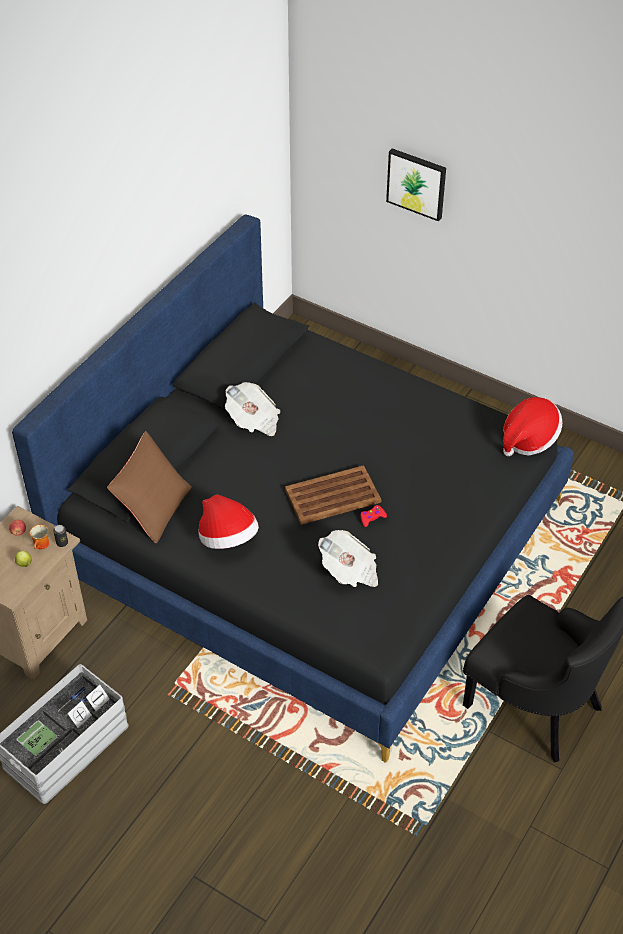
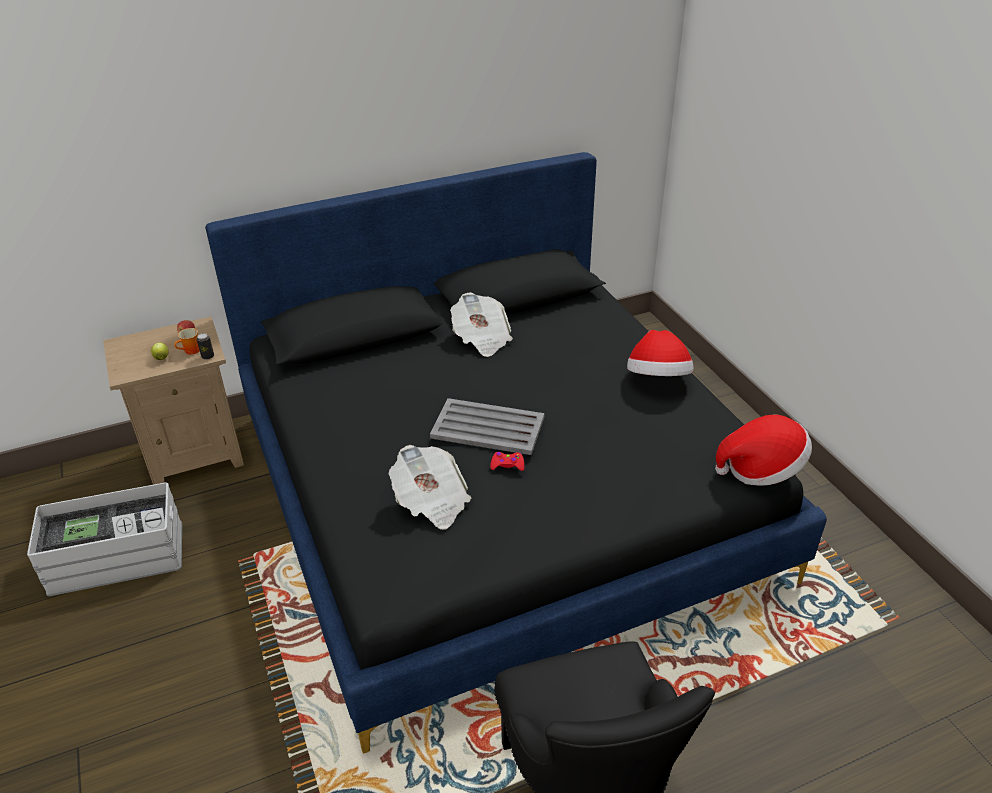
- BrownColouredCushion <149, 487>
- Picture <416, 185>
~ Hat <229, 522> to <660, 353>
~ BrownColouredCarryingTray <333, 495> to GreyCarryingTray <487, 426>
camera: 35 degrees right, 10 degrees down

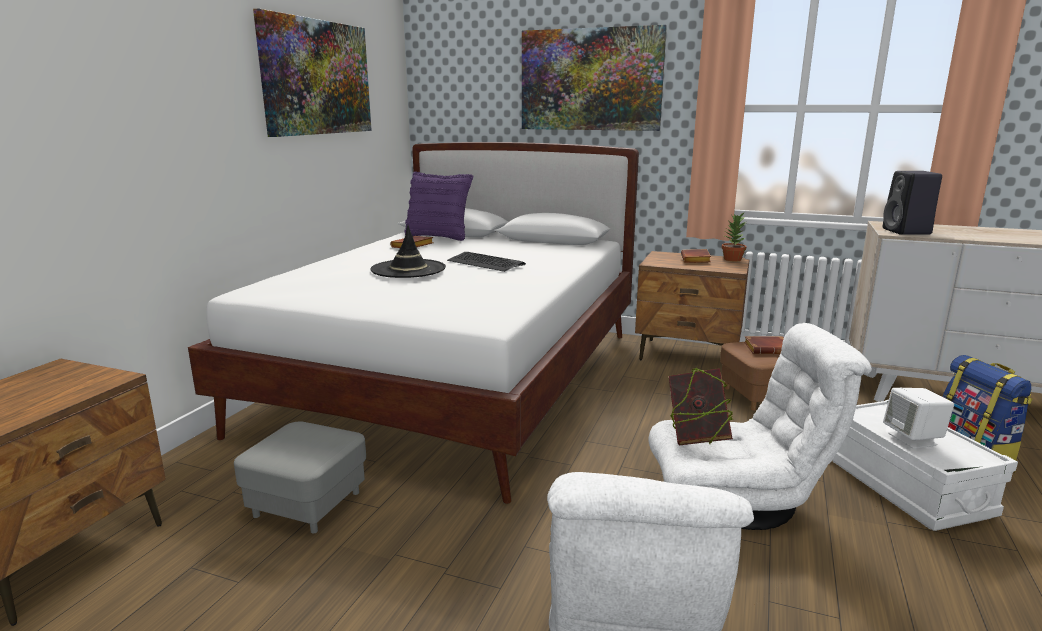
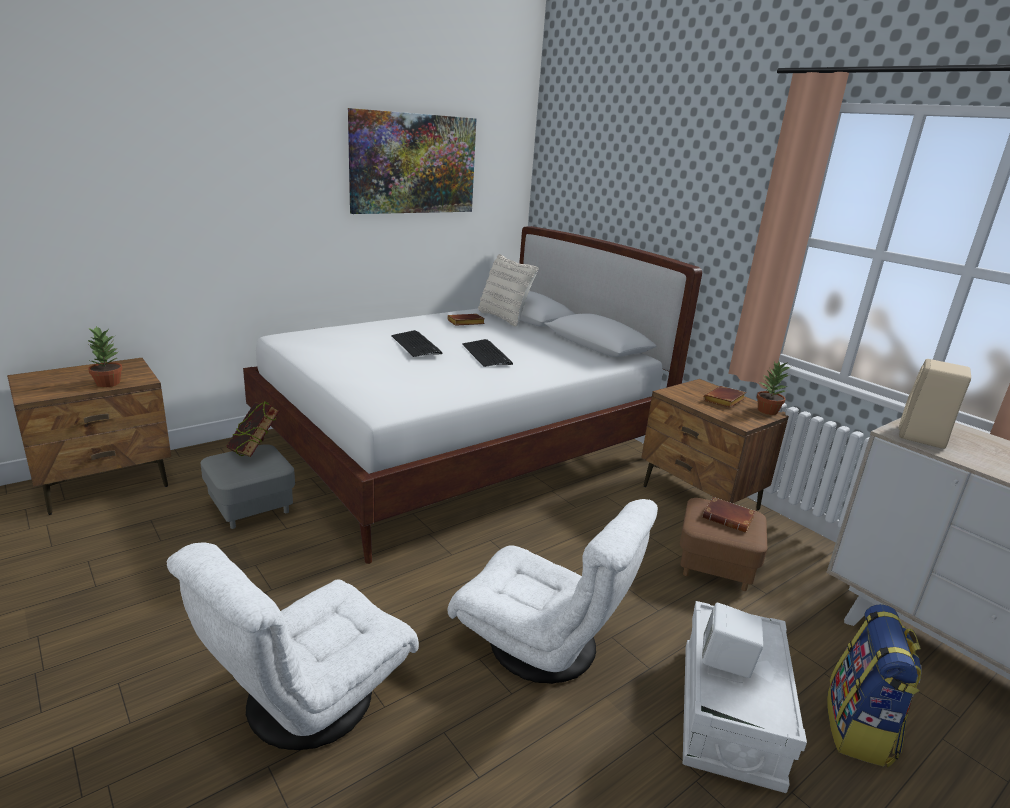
- Picture <594, 78>
+ PottedPlant <105, 356>
~ Book <701, 406> to <253, 429>
~ BlackColouredHat <408, 251> to ComputerKeyboard <417, 343>
~ PurplishCushion <439, 206> to SandColouredCushion <508, 290>
~ BlackColouredSpeaker <912, 203> to SandColouredSpeaker <934, 404>
camera: 30 degrees right, 5 degrees up

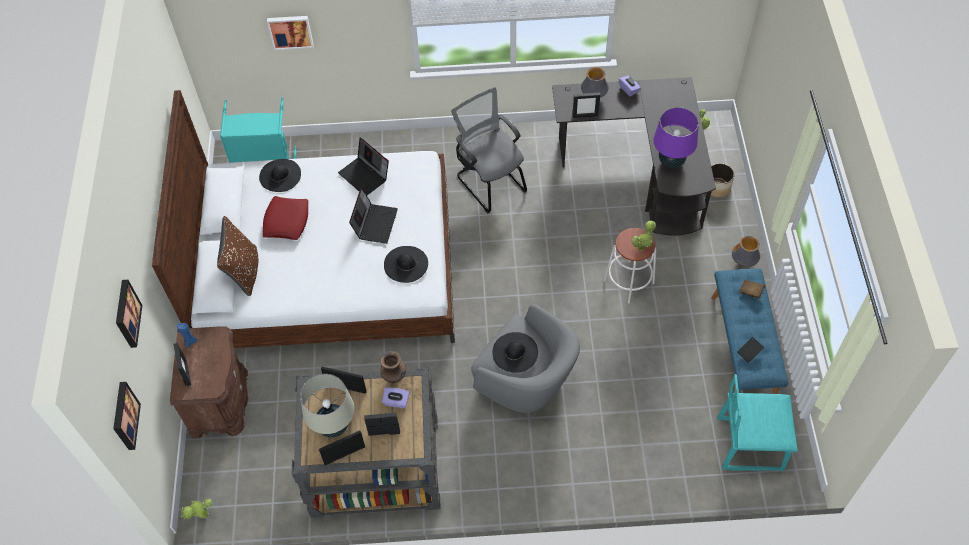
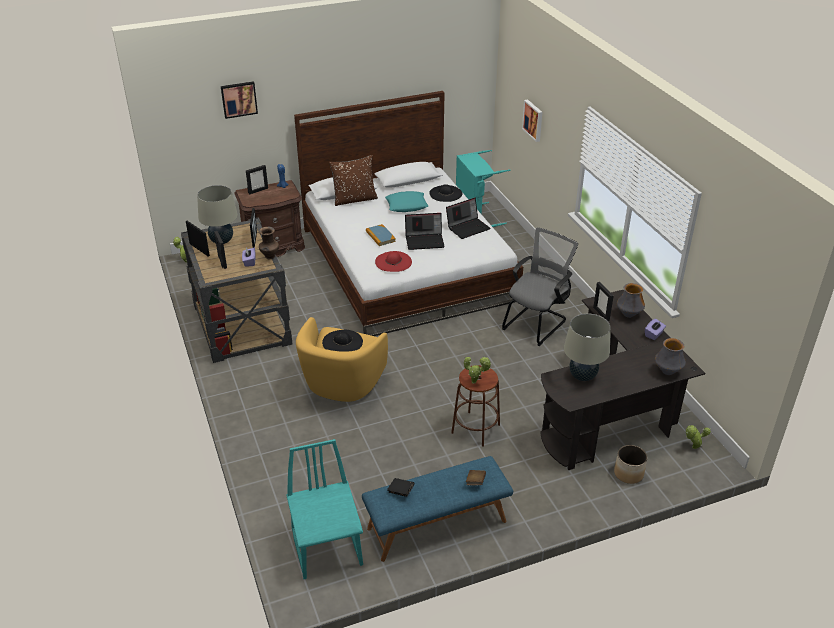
- Picture <127, 416>
+ Book <381, 235>
~ FlowerVase <746, 251> to <670, 356>
~ ReddishCushion <285, 218> to TurquoiseColouredCushion <407, 201>
~ BlackColouredHat <406, 264> to ReddishHat <393, 261>
~ GreyEasyChair <525, 358> to YellowEasyChair <342, 359>
~ WhiteSittingStool <630, 266> to BrownColouredSittingStool <475, 406>
~ PurplishTabletopLamp <676, 138> to SandColouredTabletopLamp <587, 347>
~ NotebookComputer <363, 166> = <468, 218> 150 degrees counterclockwise
camera: 70 degrees right, 20 degrees down

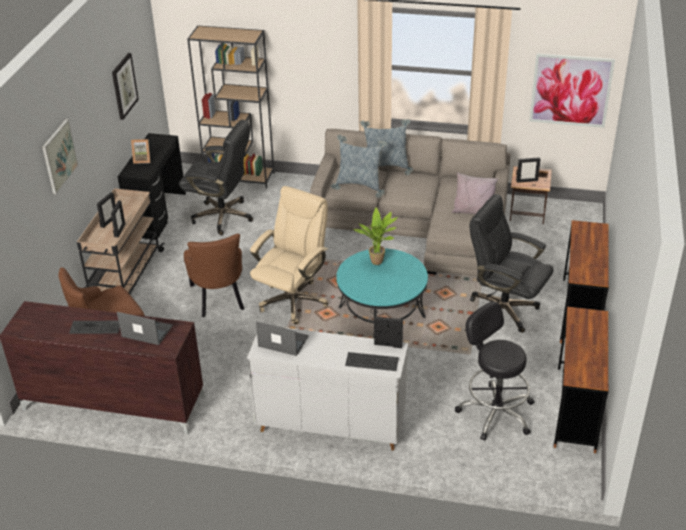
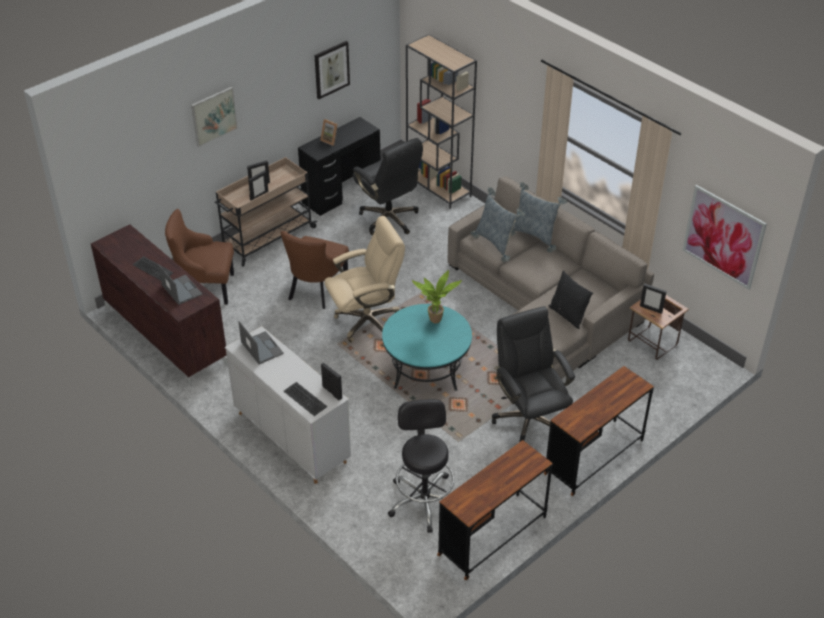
~ PurplishCushion <475, 193> to BlackColouredCushion <571, 299>
camera: 35 degrees right, 5 degrees up

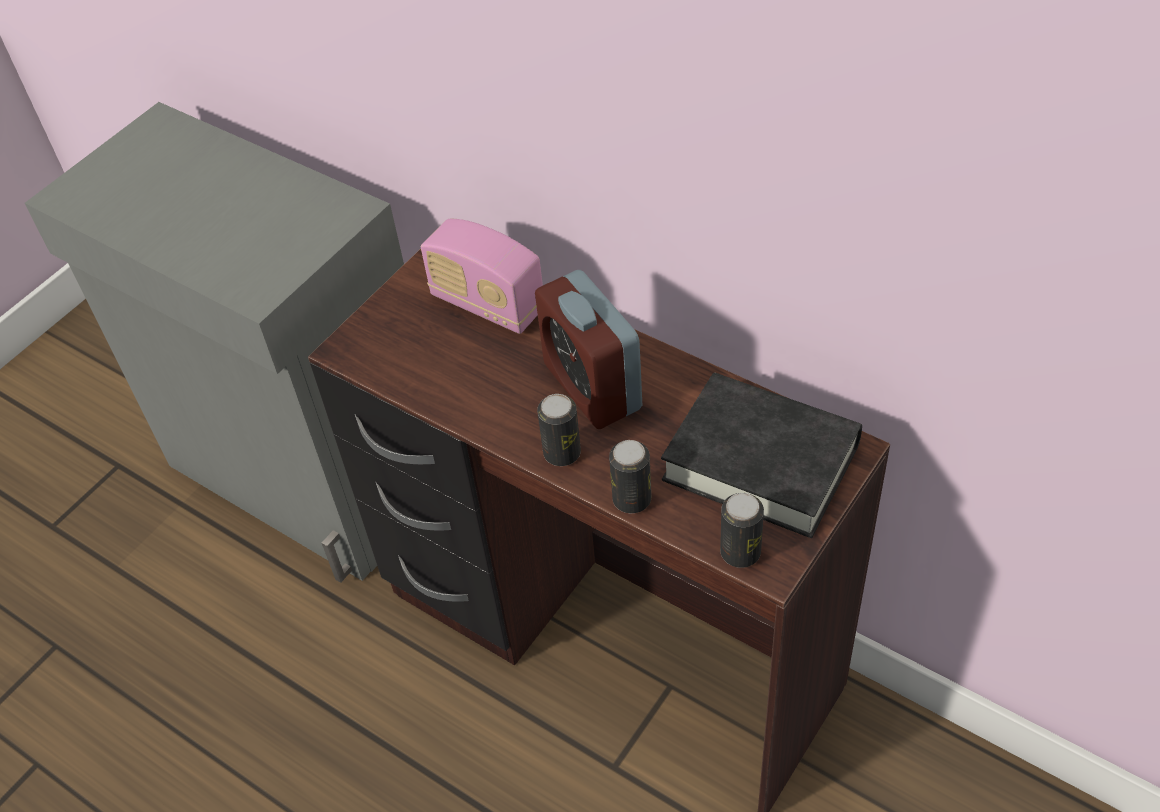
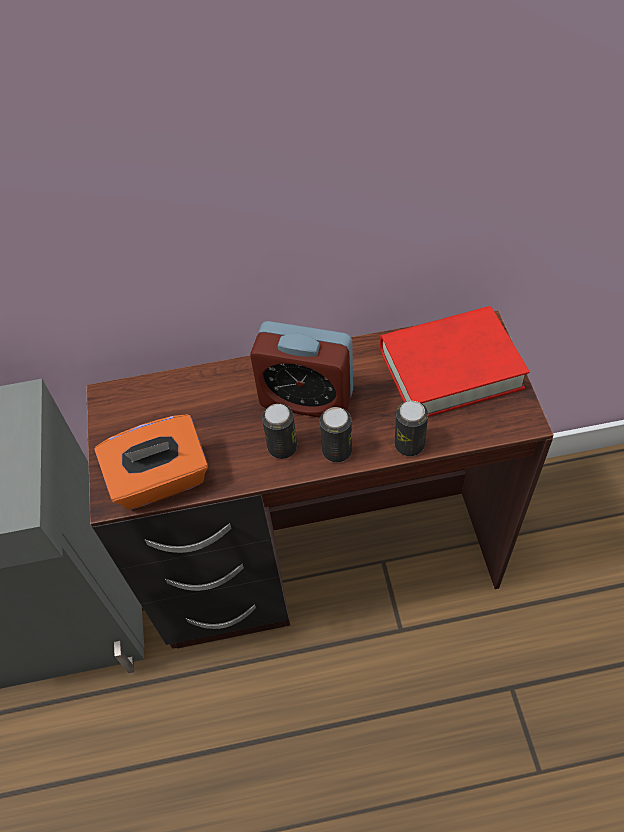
- RadioSet <482, 276>
+ OrangeyBoxOfTissues <151, 462>
~ MetalCan <742, 530> to <279, 431>
~ BlackColouredBook <761, 455> to ReddishBook <455, 361>
camera: 45 degrees left, 5 degrees up

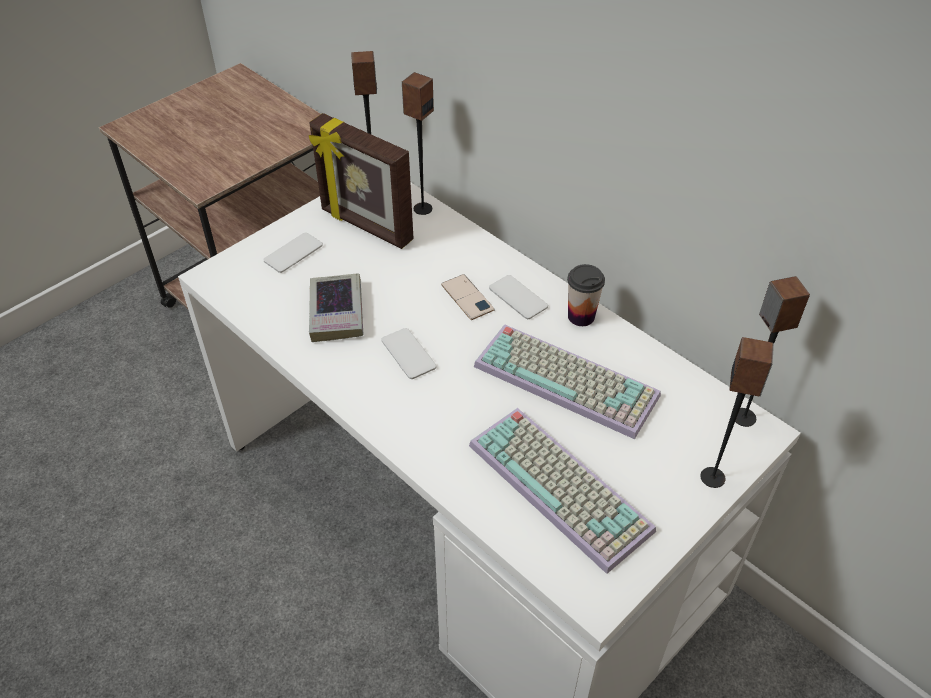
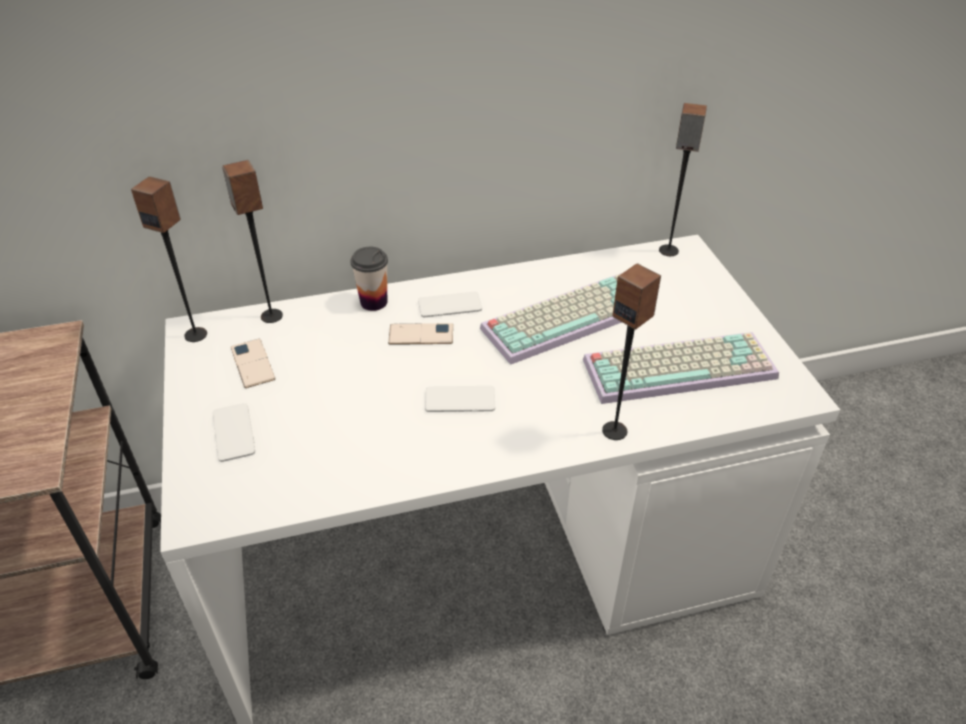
- Book <336, 307>
~ Cup <586, 295> to <369, 279>
~ Speaker <737, 412> to <631, 351>
~ PhotoFrame <361, 181> to Telephone <253, 363>
camera: 60 degrees left, 5 degrees down

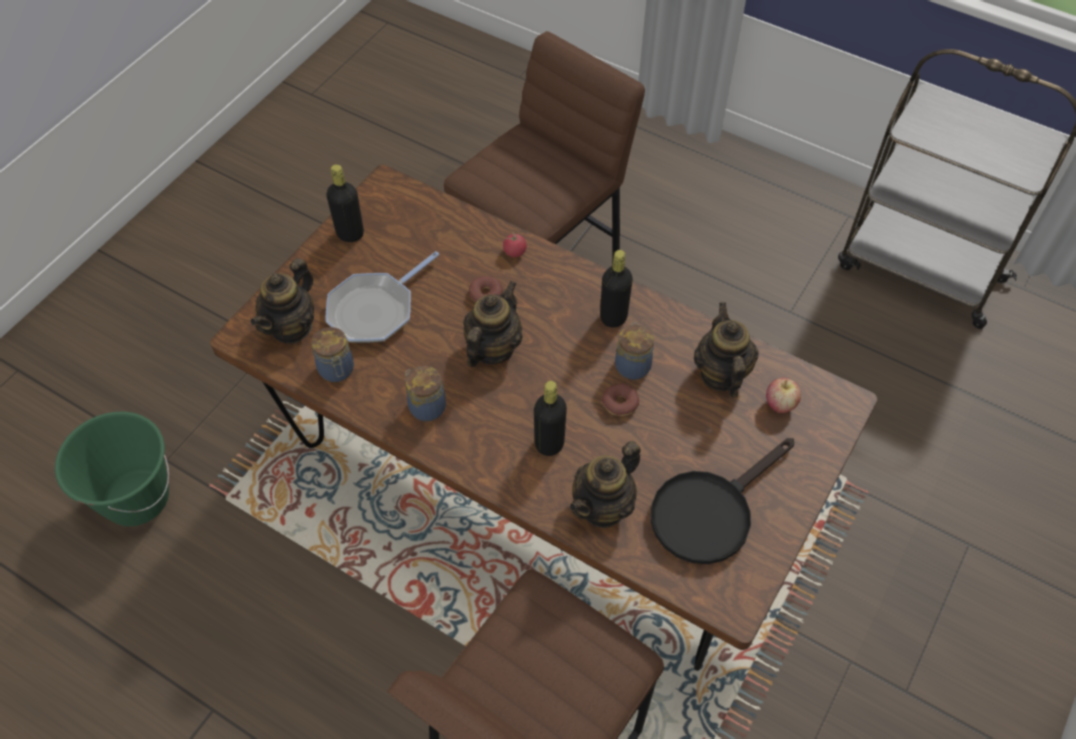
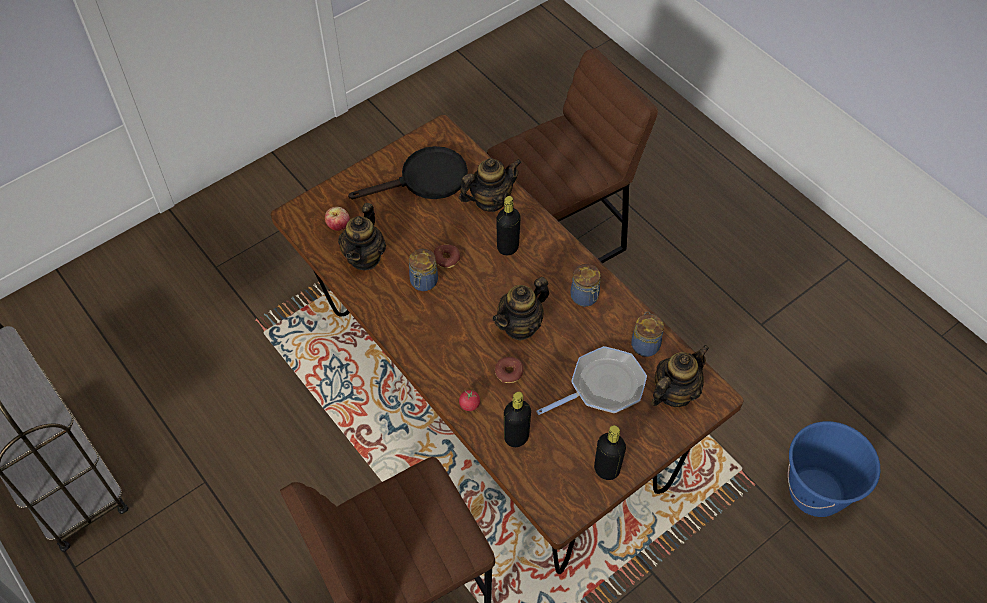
~ BlackColouredBottle <616, 289> to <517, 419>
~ GreenishBucket <112, 469> to BluishBucket <834, 469>
camera: 160 degrees left, 0 degrees up

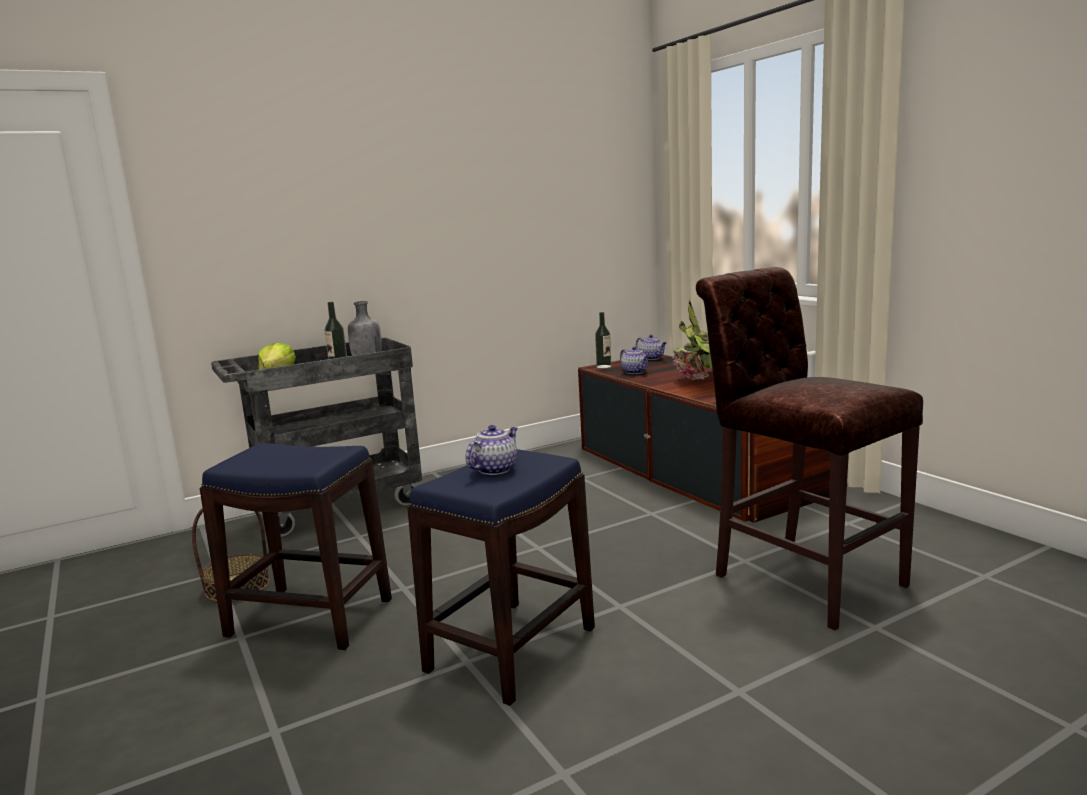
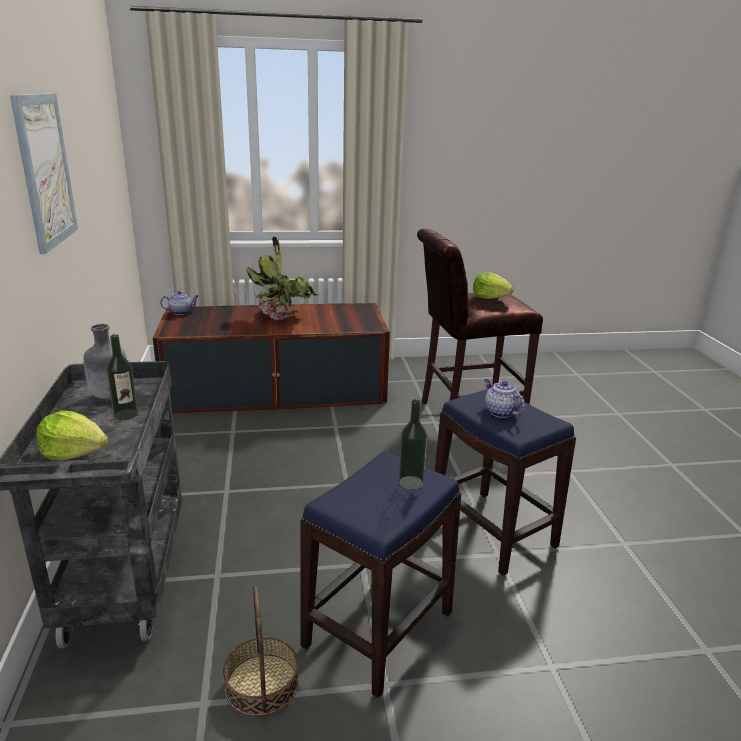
- PotForTea <634, 360>
+ Picture <44, 173>
+ Lettuce <493, 285>
~ Bottle <603, 340> to <413, 444>
camera: 70 degrees left, 10 degrees up

